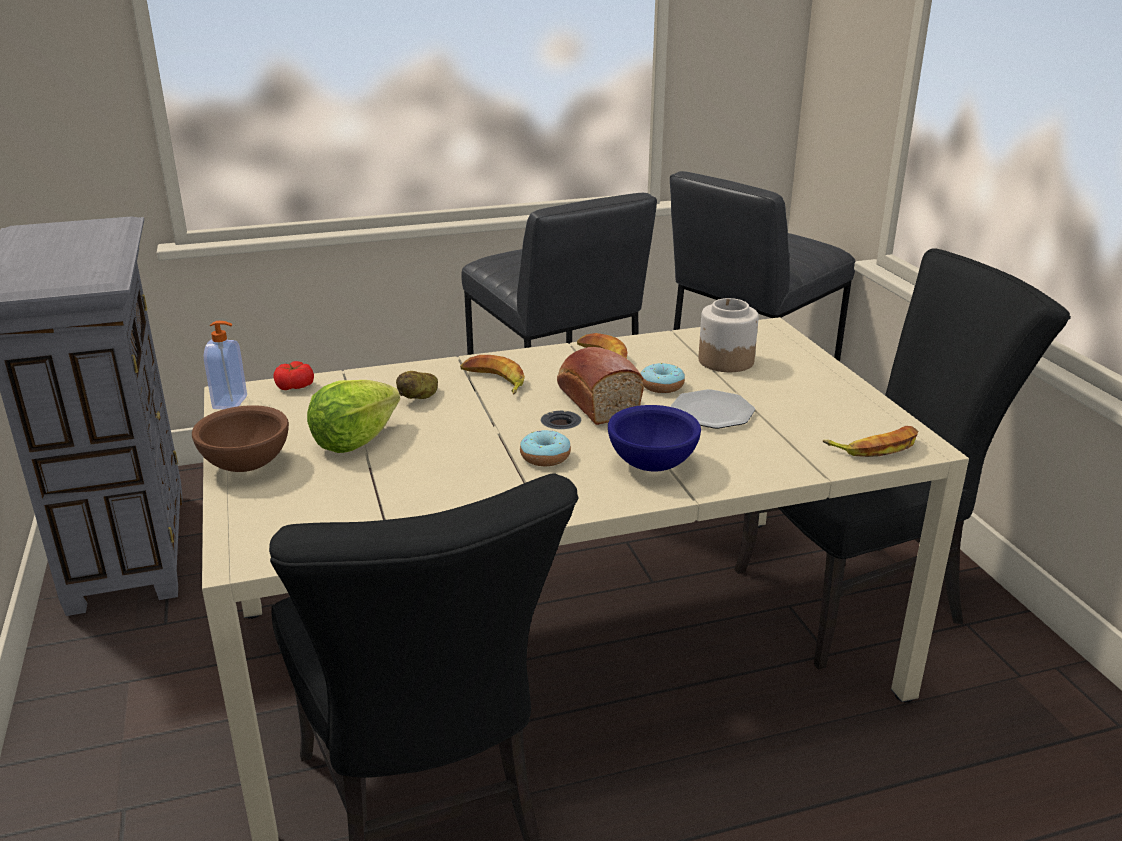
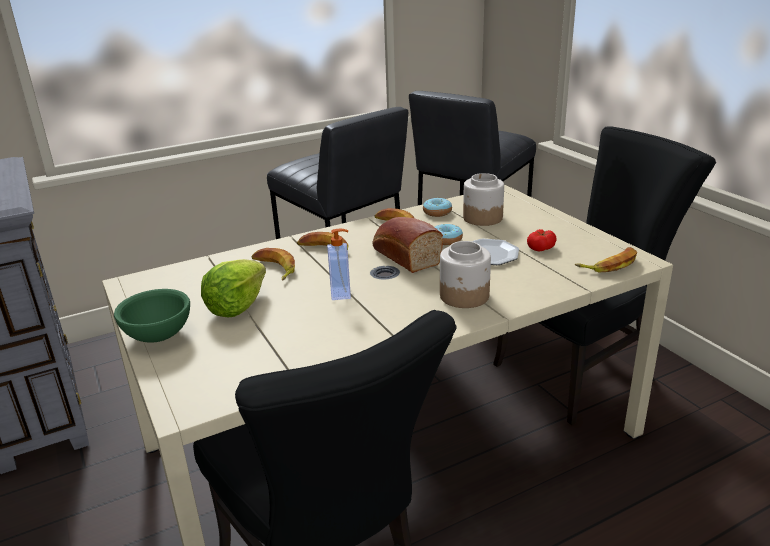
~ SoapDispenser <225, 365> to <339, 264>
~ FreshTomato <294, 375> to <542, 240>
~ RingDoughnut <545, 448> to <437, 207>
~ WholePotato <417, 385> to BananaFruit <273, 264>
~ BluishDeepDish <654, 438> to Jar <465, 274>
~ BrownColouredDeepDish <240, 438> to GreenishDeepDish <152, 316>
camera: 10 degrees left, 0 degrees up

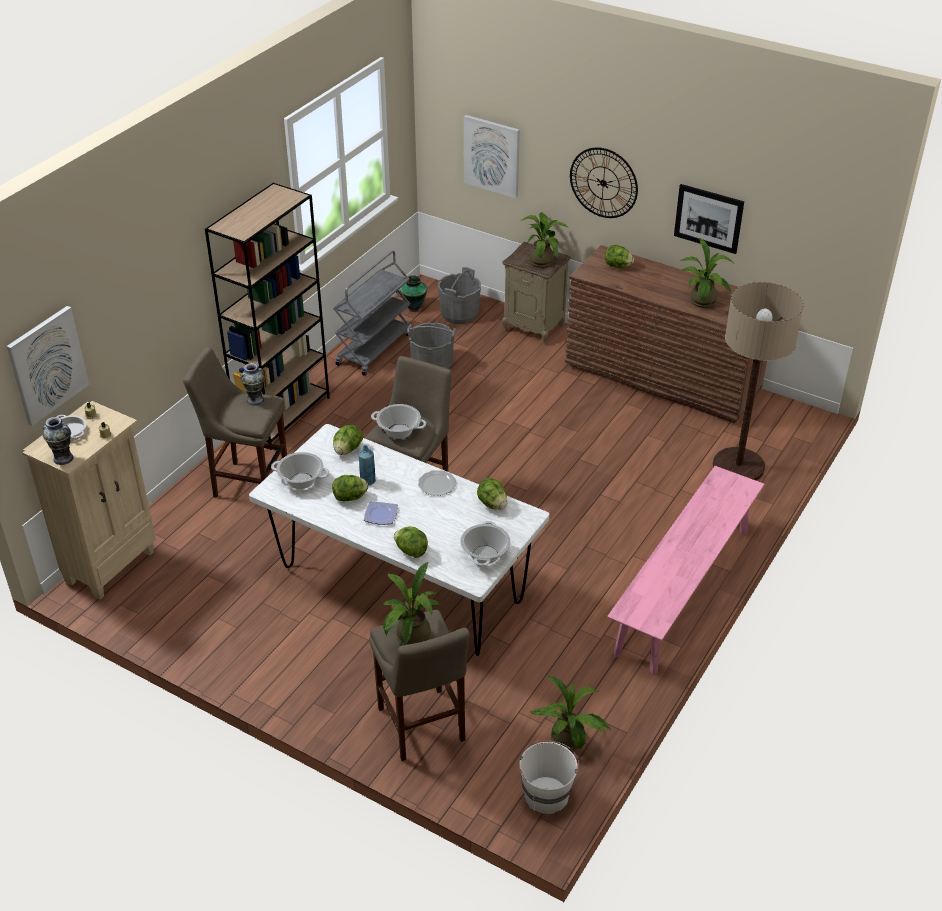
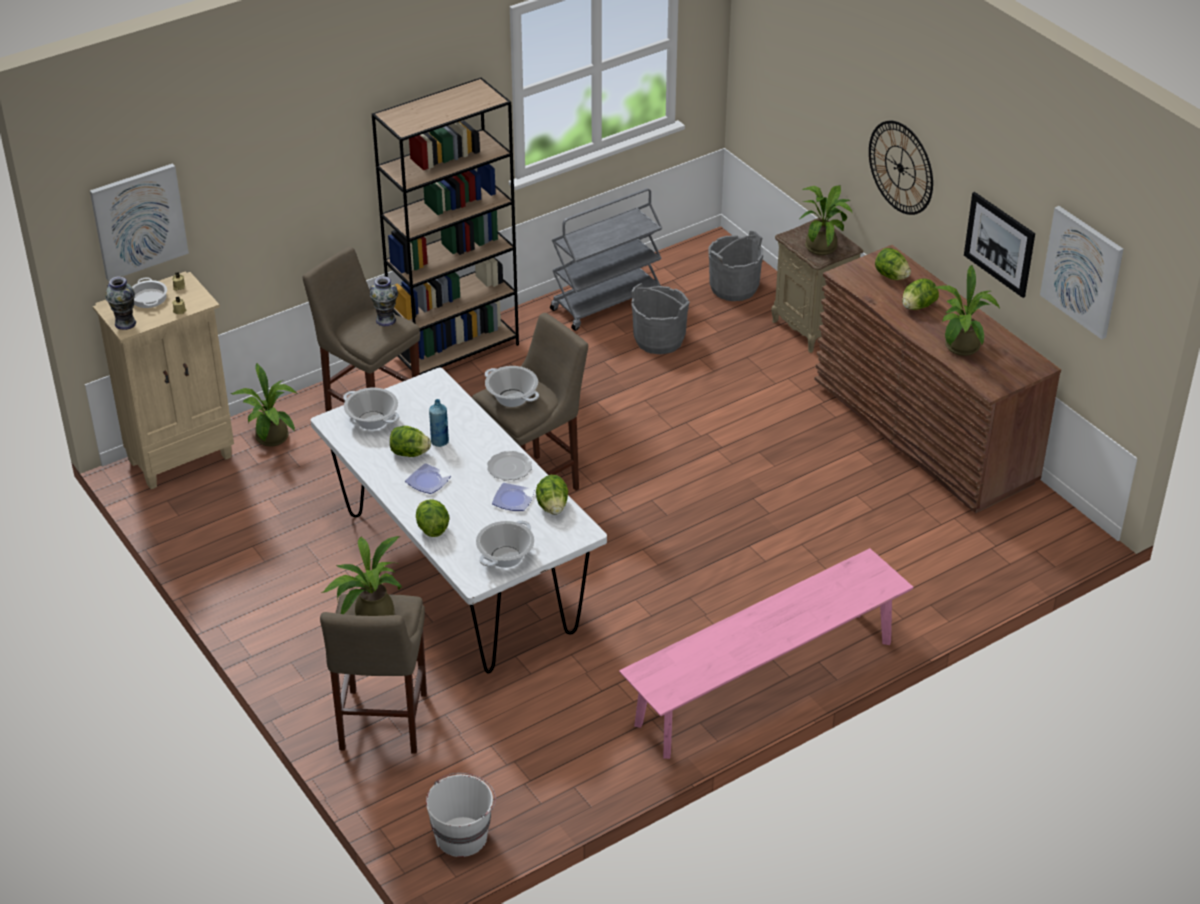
- FlowerVase <411, 293>
- StandardLamp <758, 381>
+ DinnerPlate <513, 497>
~ Lettuce <348, 440> to <920, 294>
~ Picture <492, 156> to <1081, 272>
~ PottedPlant <570, 711> to <264, 405>
camera: 25 degrees right, 0 degrees up

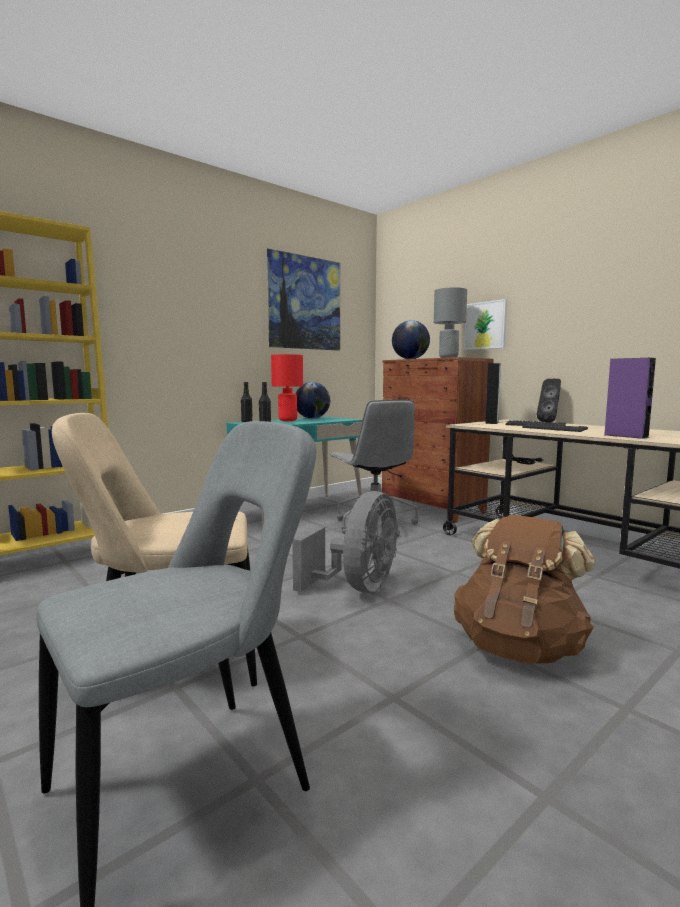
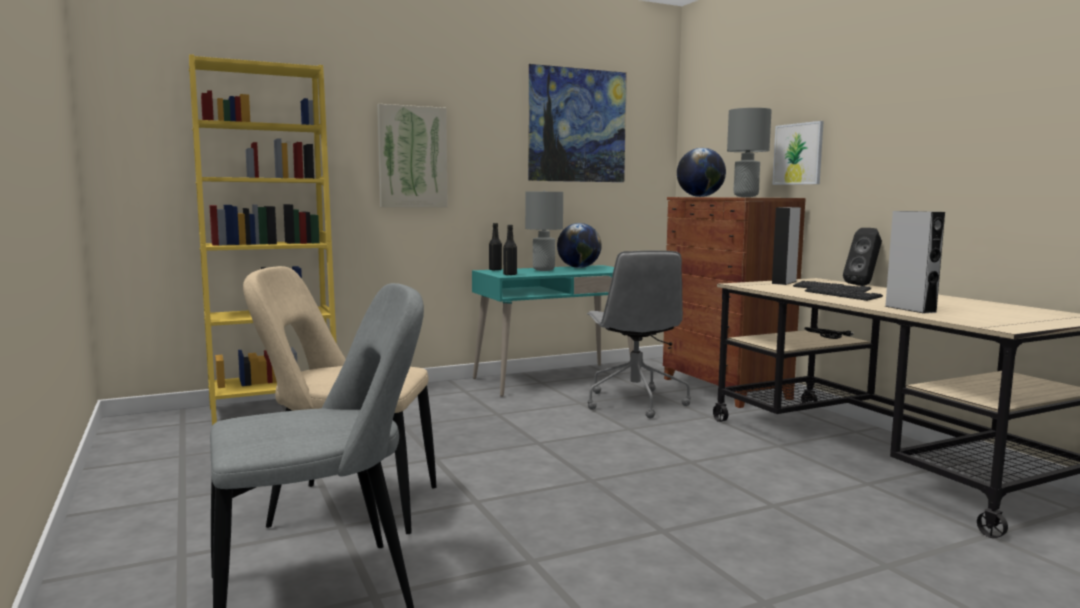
- GreyElectricFan <344, 542>
- BrownColouredRucksack <524, 589>
+ Picture <412, 155>
~ ReddishTabletopLamp <287, 387> to GreyTabletopLamp <544, 231>
~ PurplishSpeaker <630, 398> to GreySpeaker <914, 262>
camera: 15 degrees right, 0 degrees up

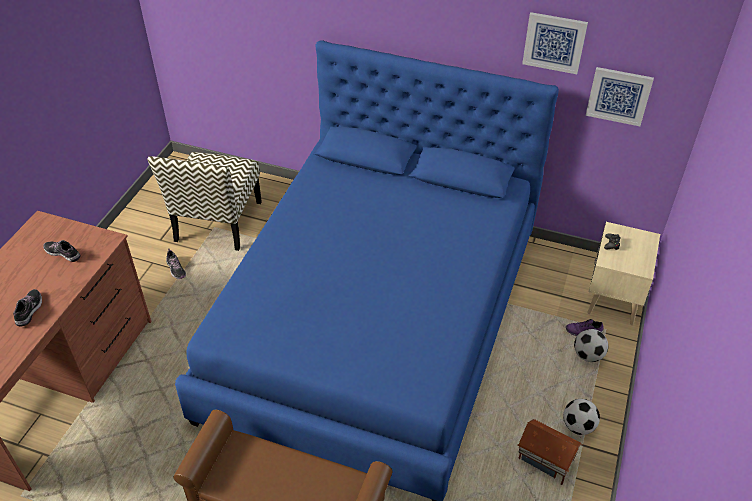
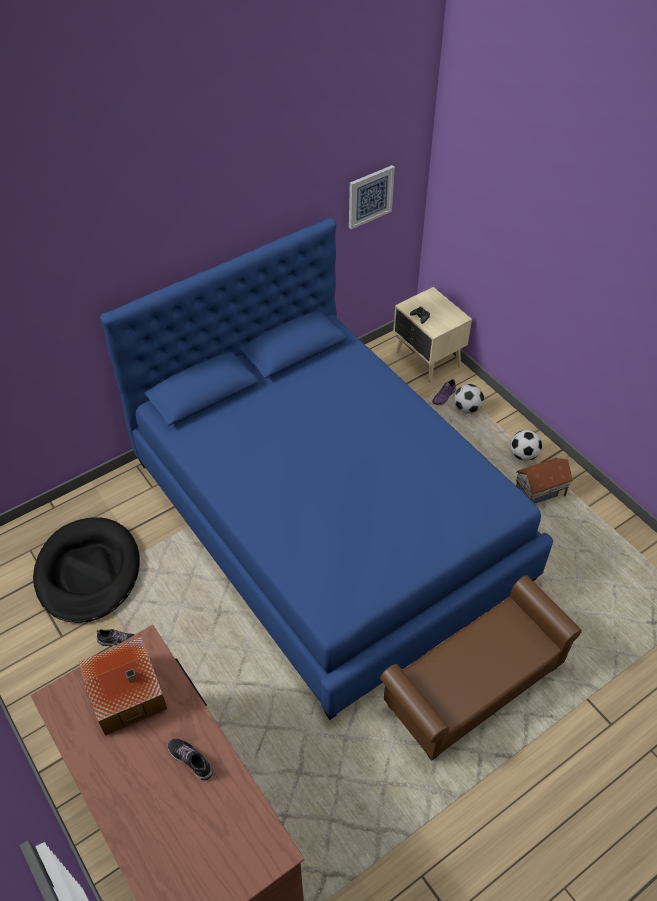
- Picture <555, 43>
~ Shoe <61, 251> to MiniatureHouse <123, 686>
~ PlainChair <204, 201> to BlackColouredPetBed <86, 570>
camera: 55 degrees left, 5 degrees up

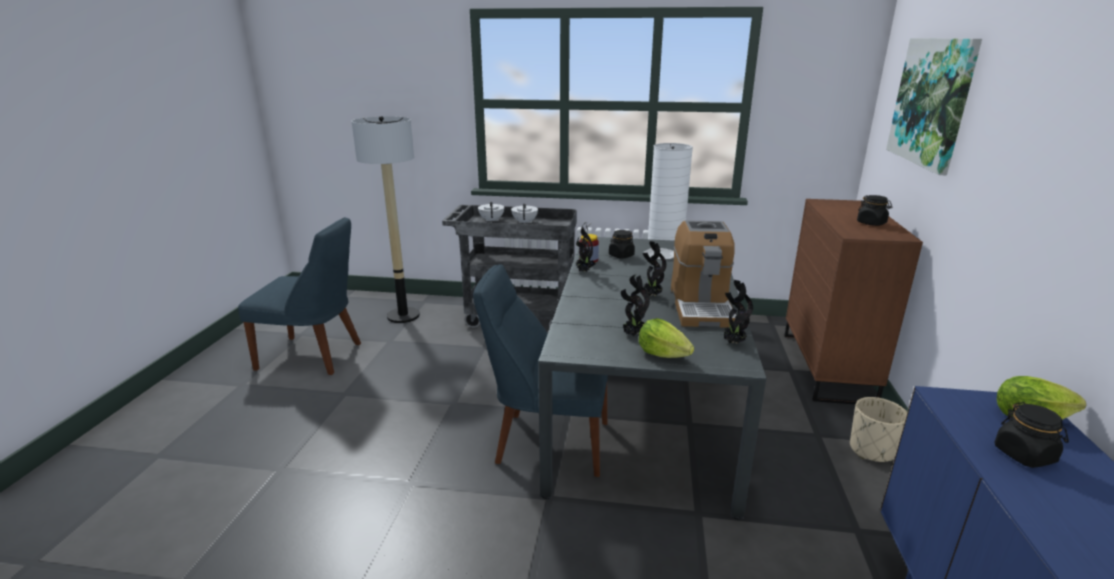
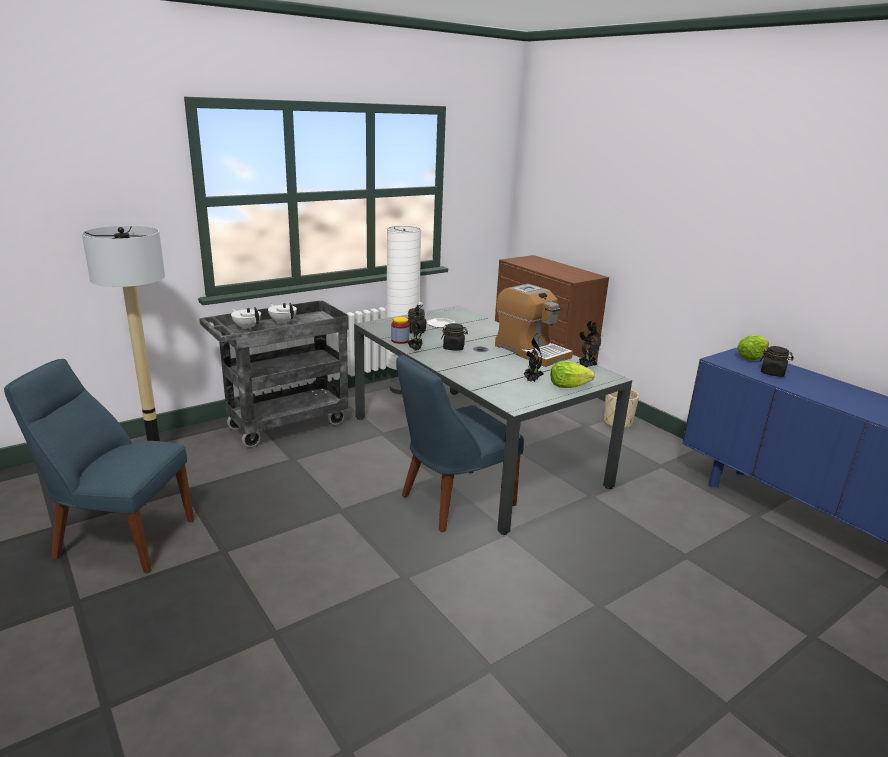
- PottedPlant <655, 268>
- Picture <934, 106>
~ BlackColouredJar <874, 210> to <454, 337>
~ BluishPlainChair <299, 296> = <99, 466> 135 degrees counterclockwise
camera: 45 degrees left, 0 degrees up

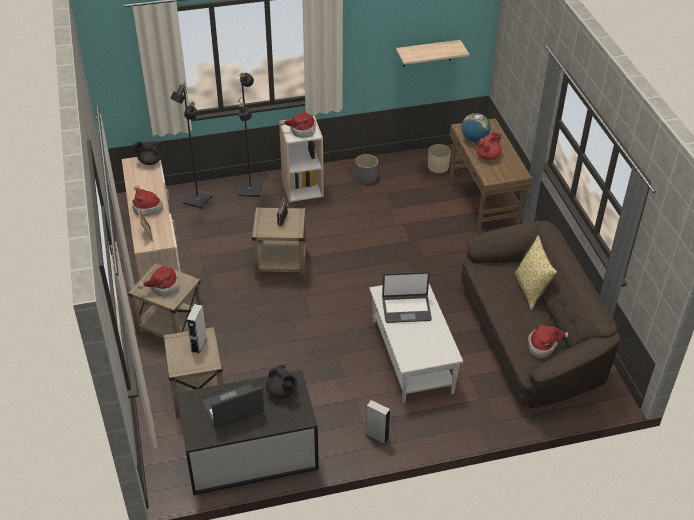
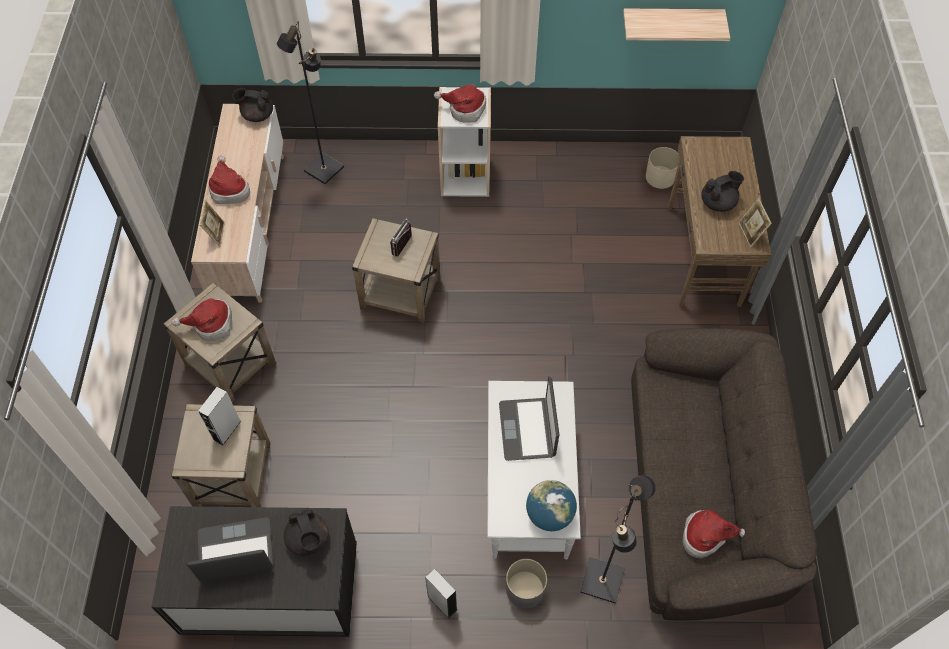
- Cushion <535, 272>
+ PhotoFrame <755, 223>
~ BlackColouredStandardLamp <250, 134> to <618, 539>
~ GreyPlanter <366, 169> to <526, 583>
~ DeskGlobe <476, 127> to <551, 505>
~ ReddishPotForTea <489, 146> to BlackColouredPotForTea <722, 191>
~ NotebookComputer <407, 297> = <529, 418> 75 degrees clockwise
camera: 15 degrees right, 15 degrees up

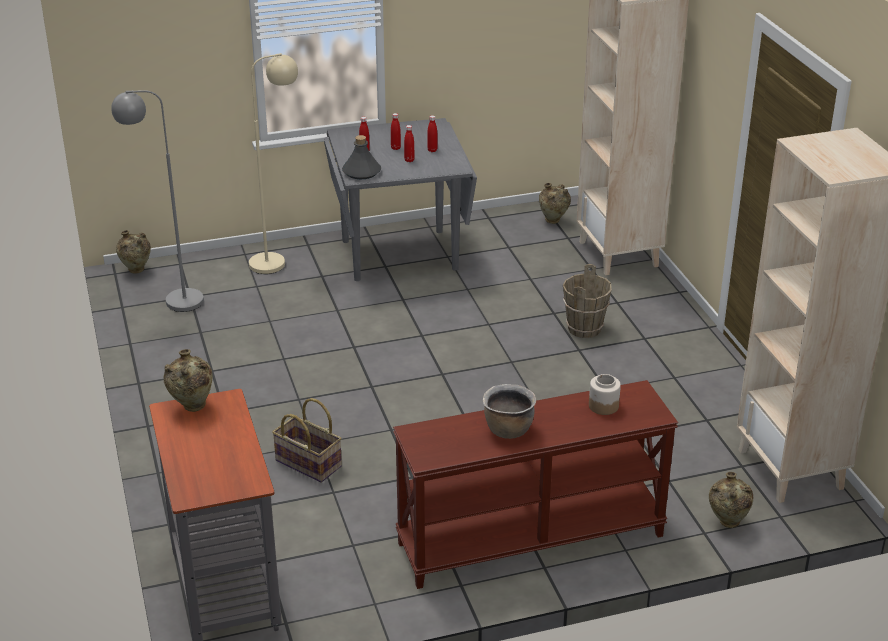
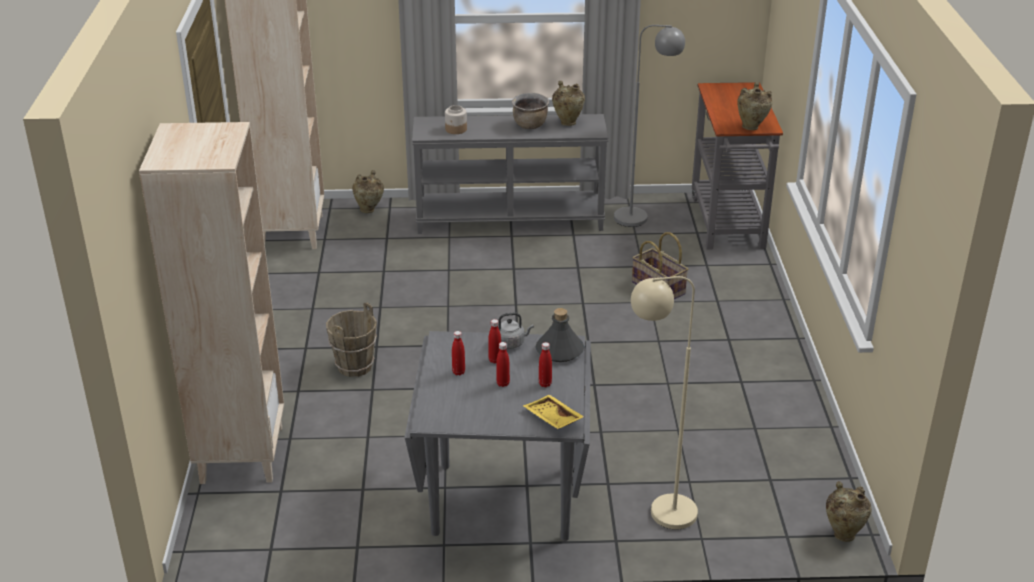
+ GreyWaterKettle <516, 331>
+ YellowCarryingTray <553, 412>
~ GreyStandardLamp <157, 201> to <649, 126>
~ SandColouredFlowerVase <555, 203> to <568, 103>
~ BrownColouredHallTable <535, 484> to GreyHallTable <510, 174>
camera: 165 degrees left, 0 degrees up

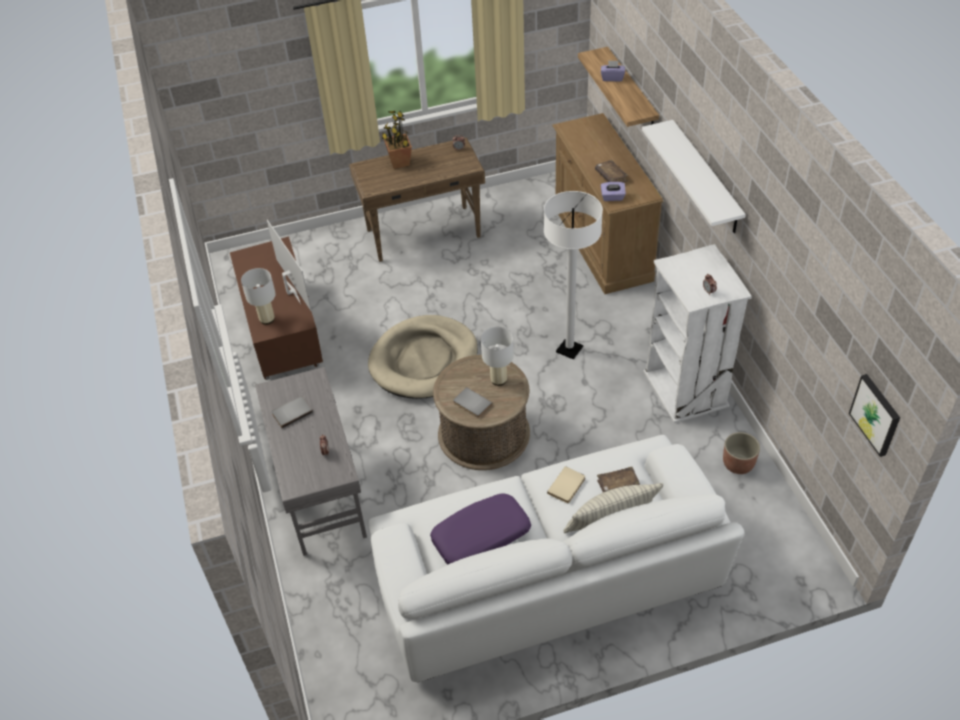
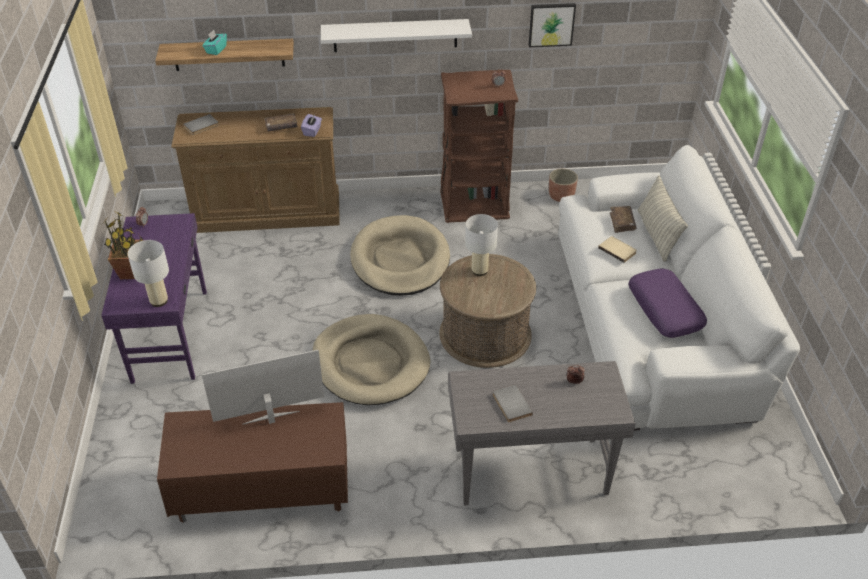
~ WhiteTabletopLamp <258, 296> to <148, 273>
~ GreyBook <473, 402> to <201, 124>
~ Picture <874, 415> to <552, 25>
~ WhiteStandardLamp <573, 275> to SandColouredPetBed <400, 255>
~ BrownColouredHallTable <417, 200> to PurplishHallTable <154, 298>
~ PurplishBoxOfTissues <613, 71> to TurquoiseColouredBoxOfTissues <214, 42>
~ WhiteBookshelf <697, 333> to BrownColouredBookshelf <479, 146>
camera: 80 degrees left, 5 degrees down

